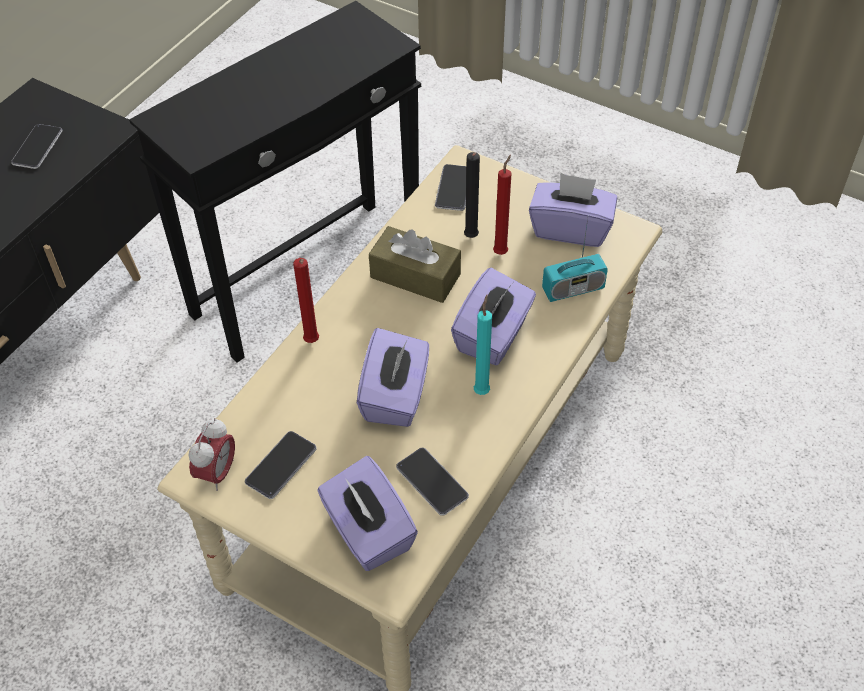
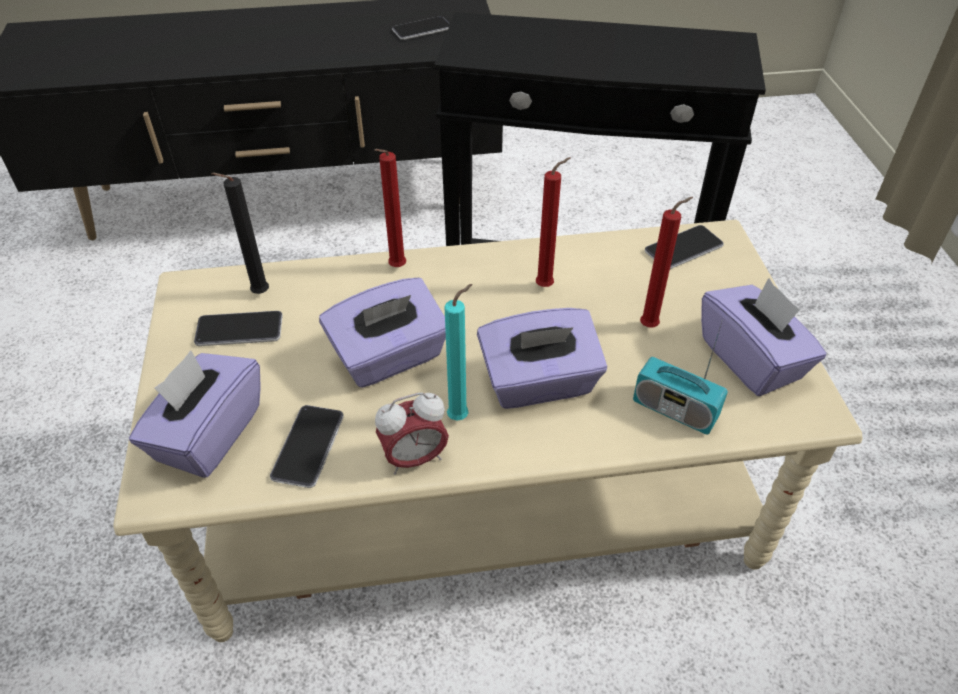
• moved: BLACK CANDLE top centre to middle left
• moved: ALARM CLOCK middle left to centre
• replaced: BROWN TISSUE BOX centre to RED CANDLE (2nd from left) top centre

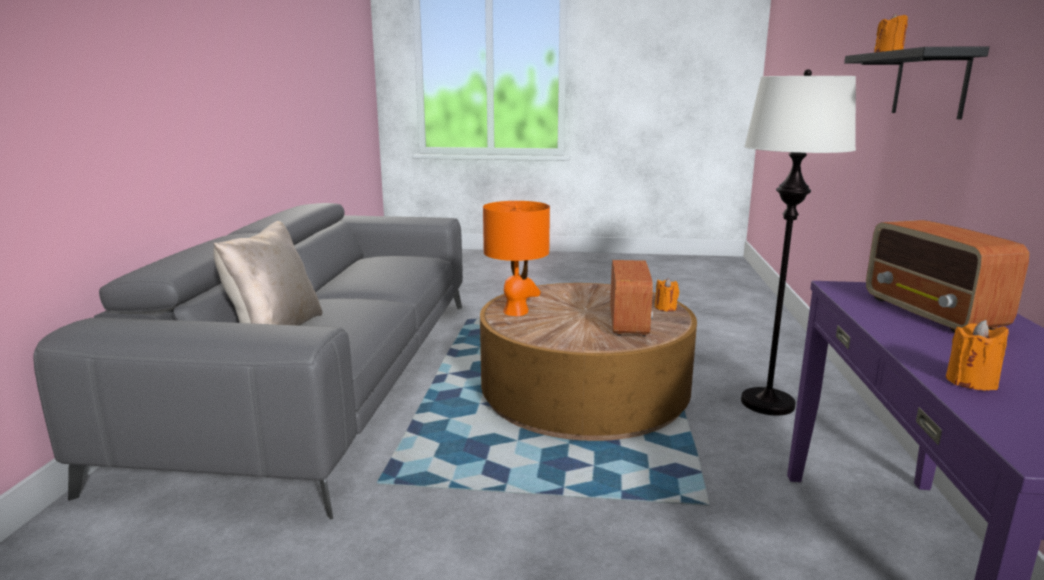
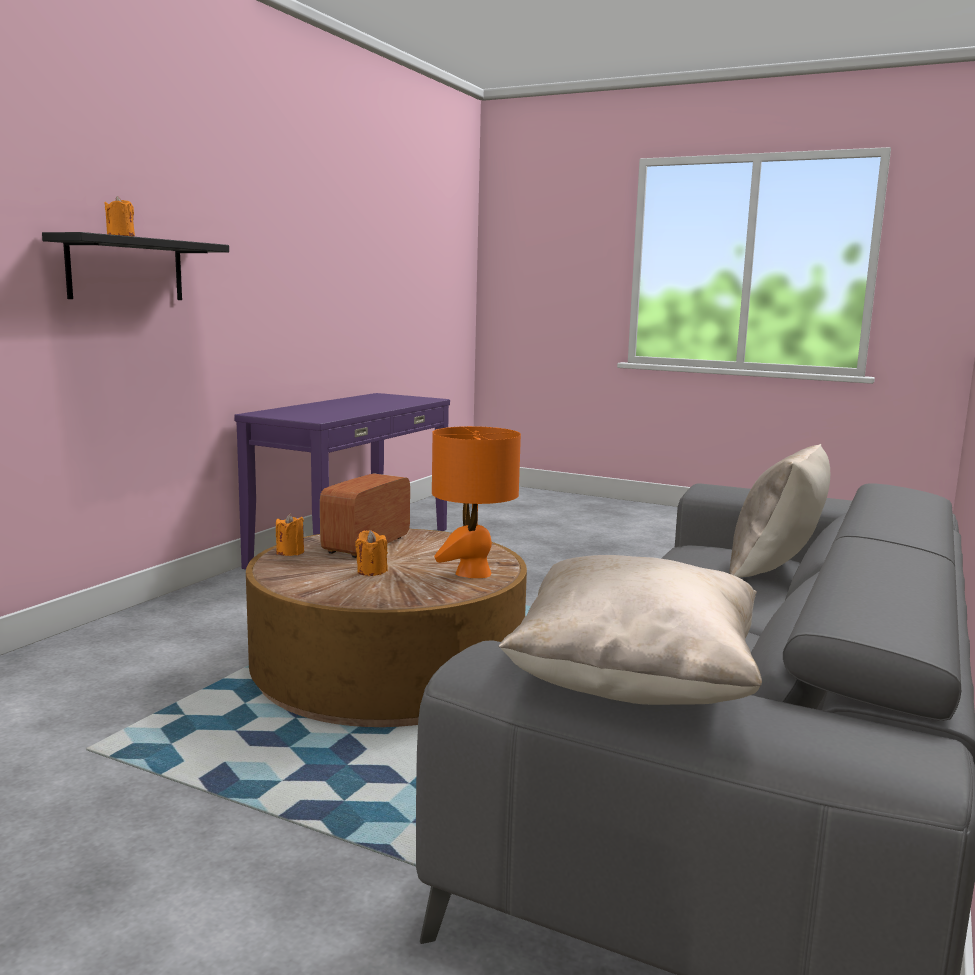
• moved: ORANGE CANDLE (3rd from left) middle right to centre
• added: BEIGE PILLOW (1st from left) centre
• removed: WHITE FLOOR LAMP middle right
• removed: RADIO (2nd from left) middle right

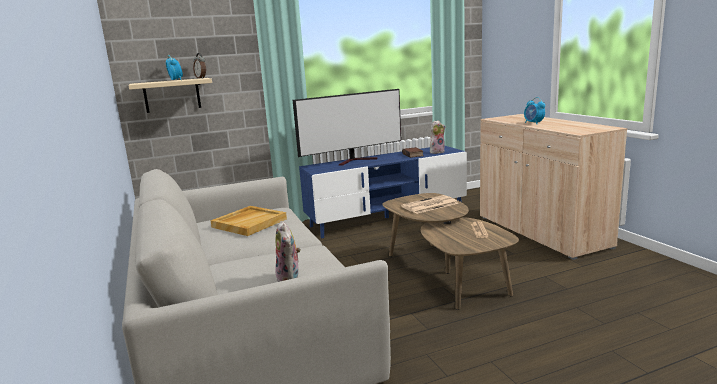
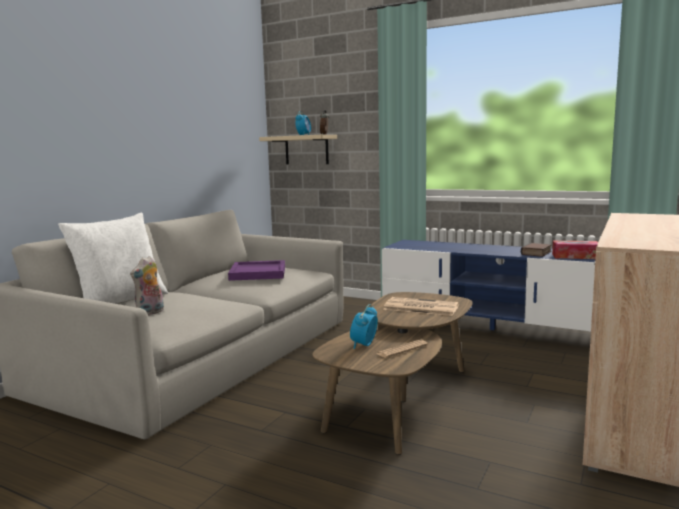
• added: WHITE PILLOW middle left
• recoloured: BEIGE TRAY centre to PURPLE TRAY centre
• moved: ALARM CLOCK (3rd from left) top right to centre
• replaced: PLUSH TOY (2nd from left) centre to TISSUE BOX middle right
• removed: TELEVISION top centre

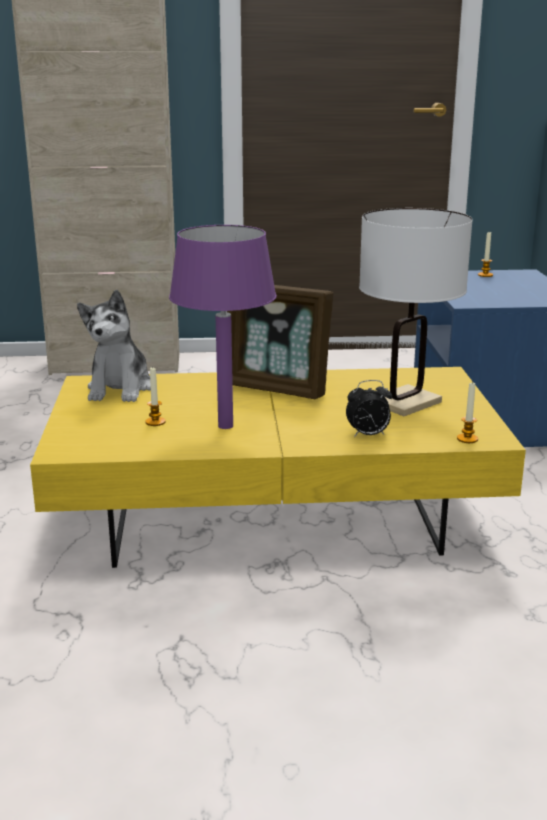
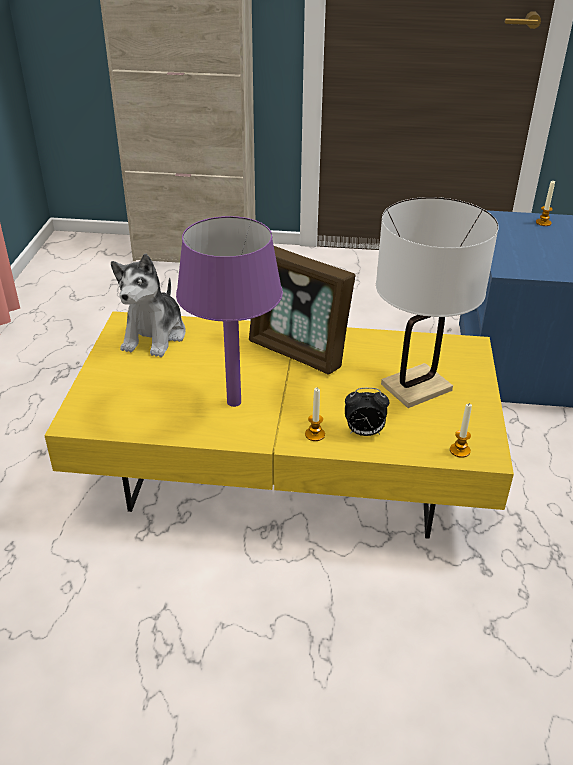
• moved: CANDLE (1st from left) middle left to centre

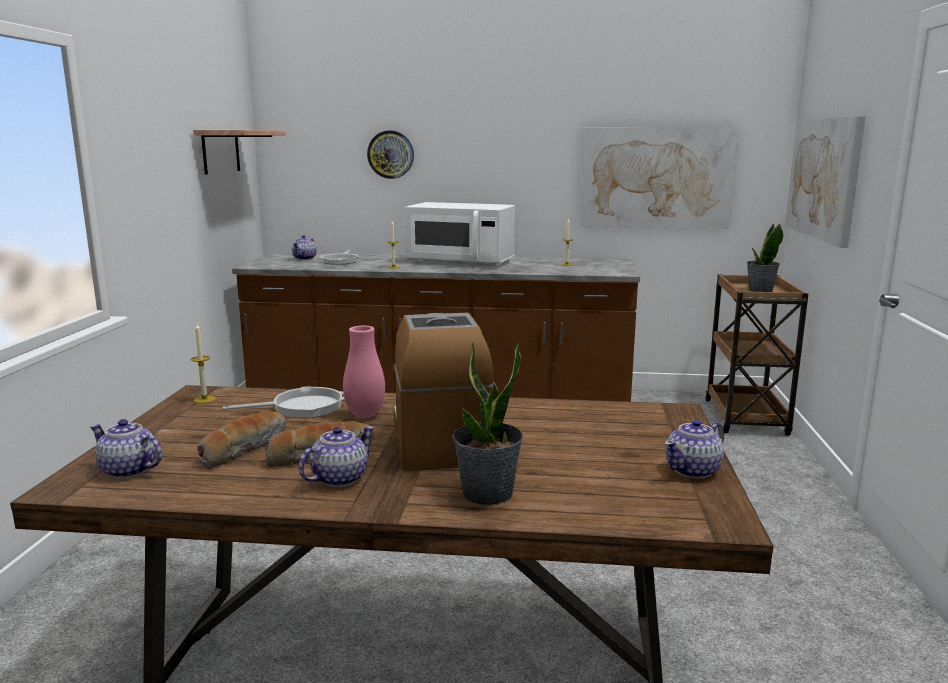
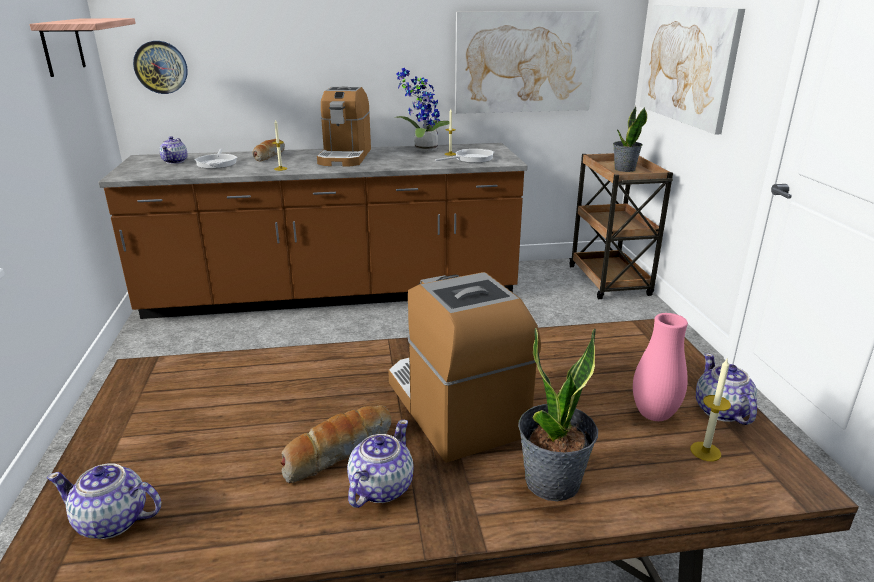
• moved: WALL CLOCK top centre to top left
• moved: BREAD (1st from left) middle left to top left
• replaced: WHITE MICROWAVE centre to COFFEE MACHINE (1st from left) top centre
• added: POTTED PLANT (1st from left) top centre
• moved: FRYING PAN (1st from left in the first image) middle left to FRYING PAN (2nd from left) top centre
• moved: PINK VASE centre to middle right
• moved: CANDLE (1st from left in the first image) middle left to CANDLE (3rd from left) bottom right
• turned: TEAPOT (4th from left) middle right = bottom right 135 degrees clockwise

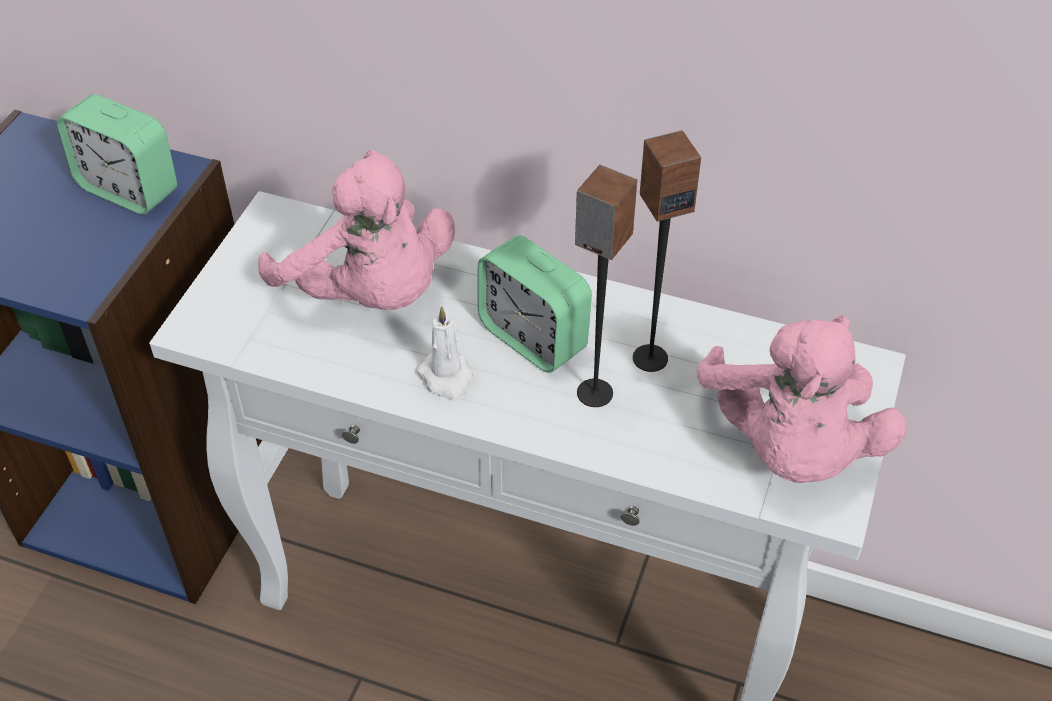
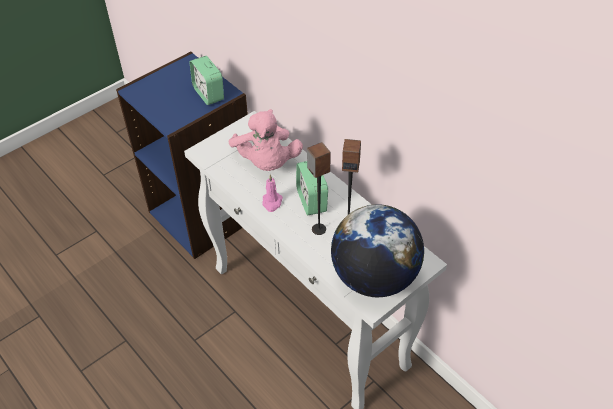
• recoloured: WHITE CANDLE centre to PINK CANDLE centre
• replaced: PINK PLUSH TOY (2nd from left) middle right to GLOBE centre

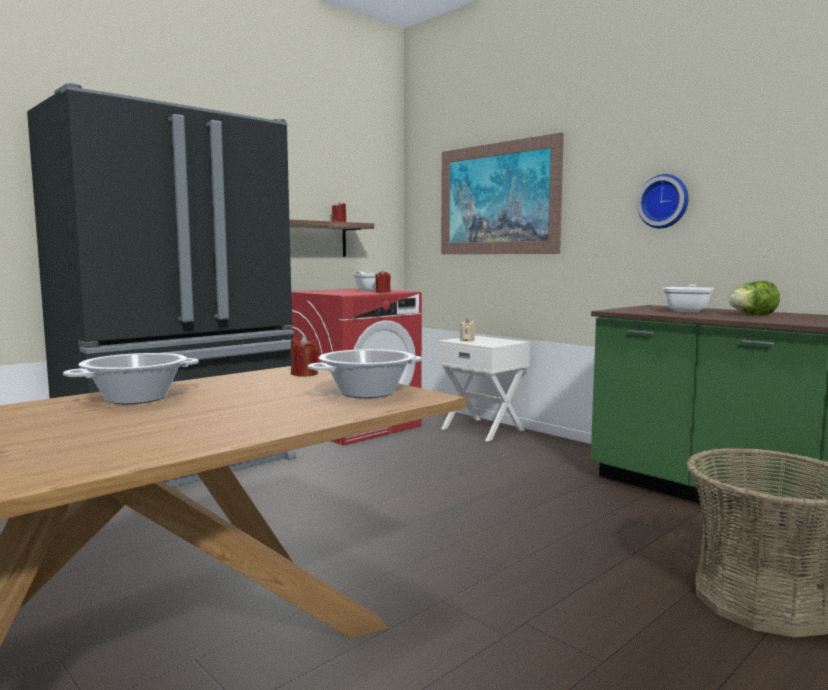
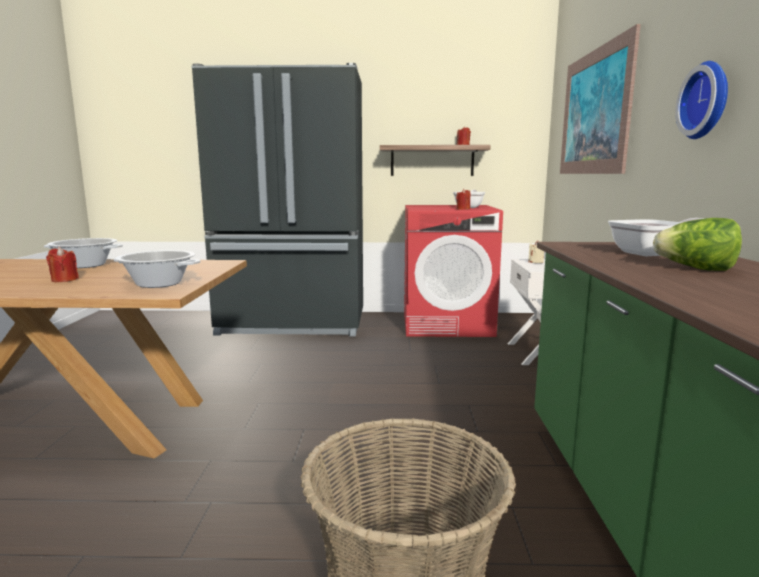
• moved: RED CANDLE (1st from left) centre to middle left

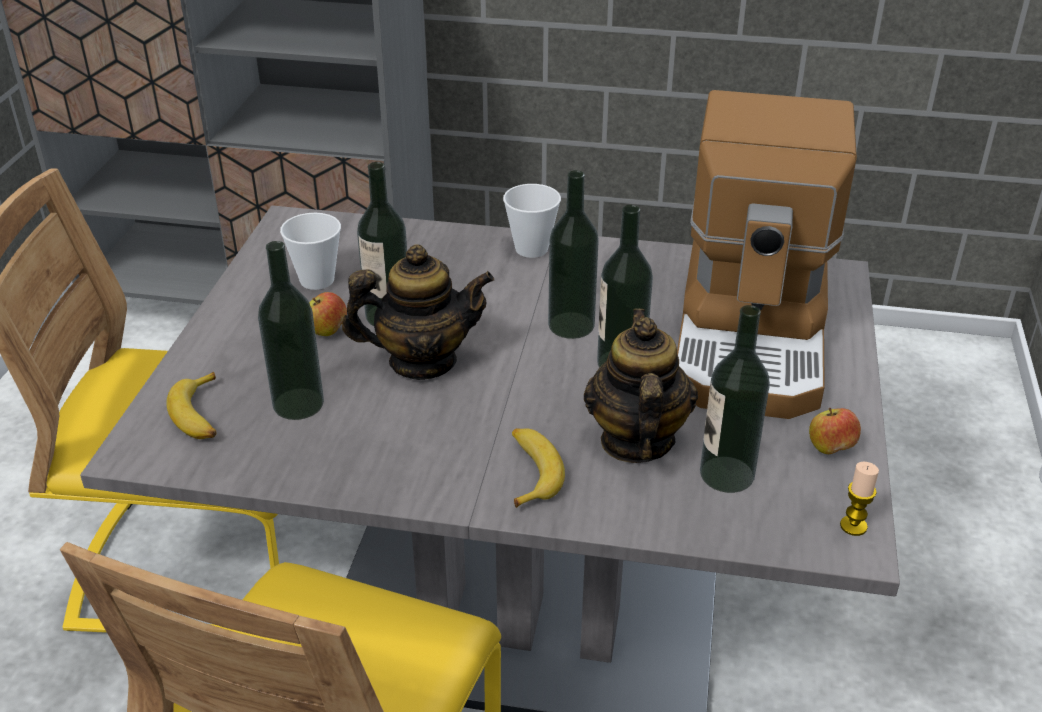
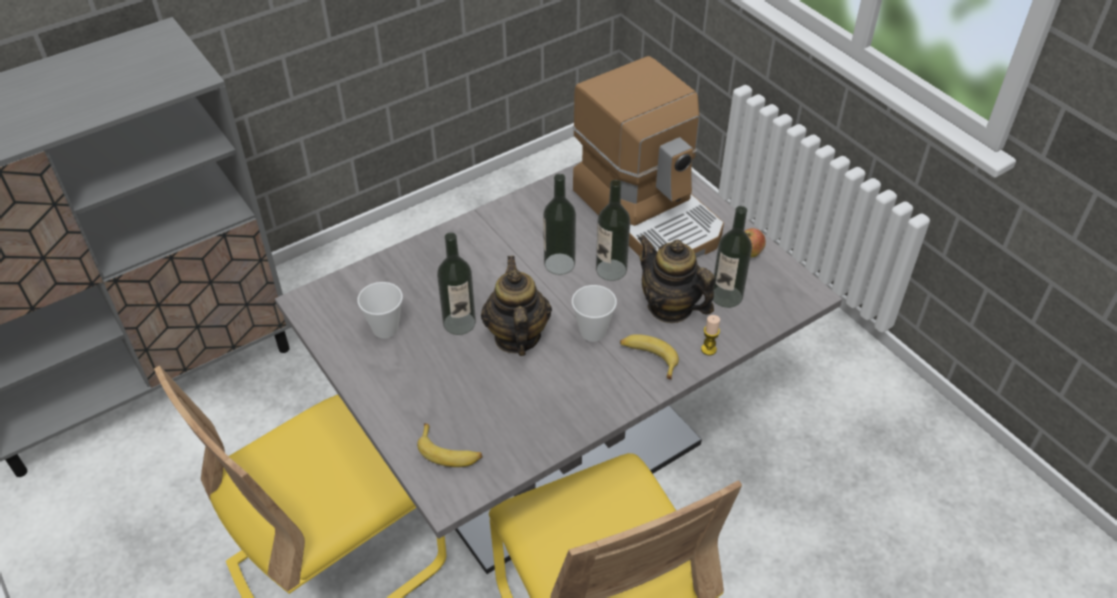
• turned: TEAPOT (1st from left) centre = centre 45 degrees counterclockwise
• moved: CUP (2nd from left) top centre to centre
• moved: CANDLE bottom right to centre
• removed: BOTTLE (1st from left) middle left
• removed: APPLE (1st from left) middle left

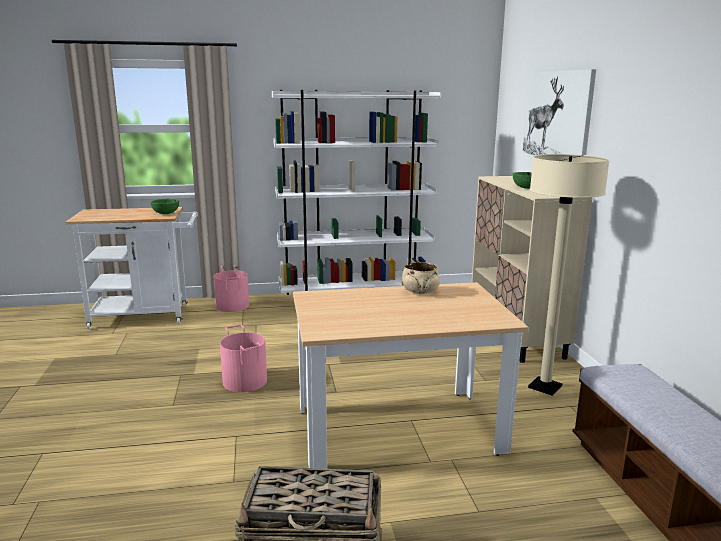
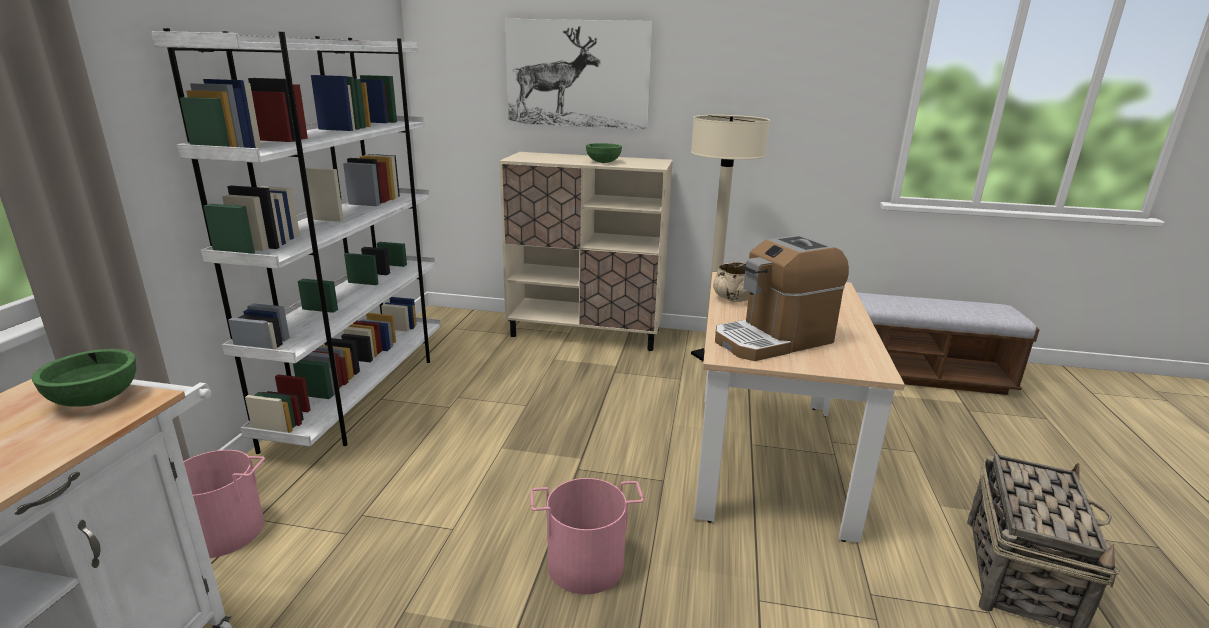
• added: COFFEE MACHINE centre

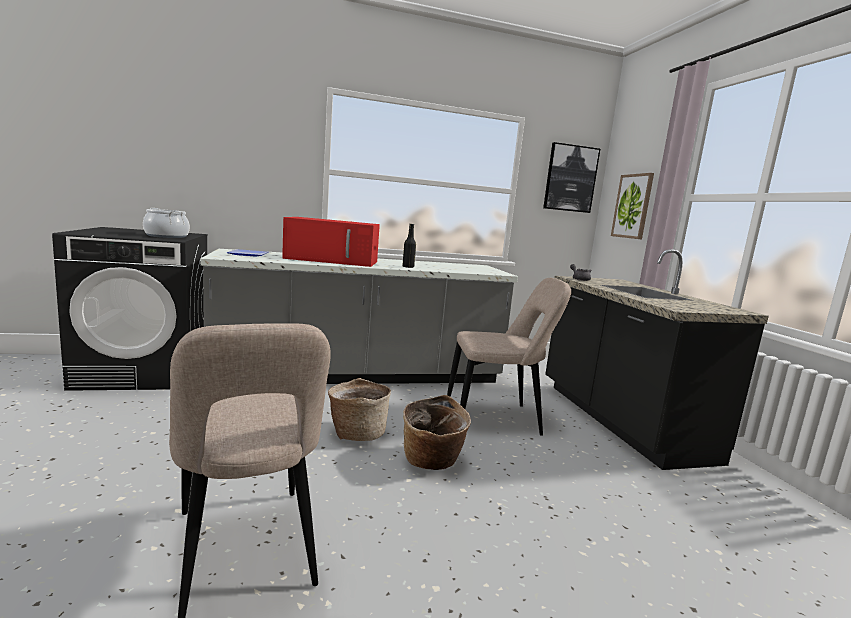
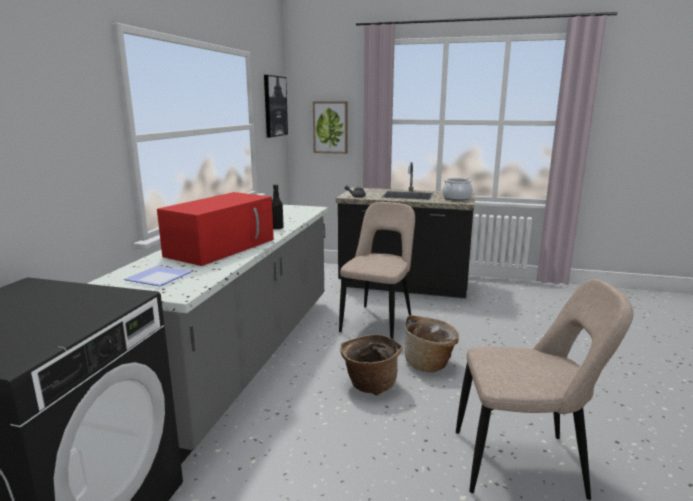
• moved: COOKING POT middle left to centre

